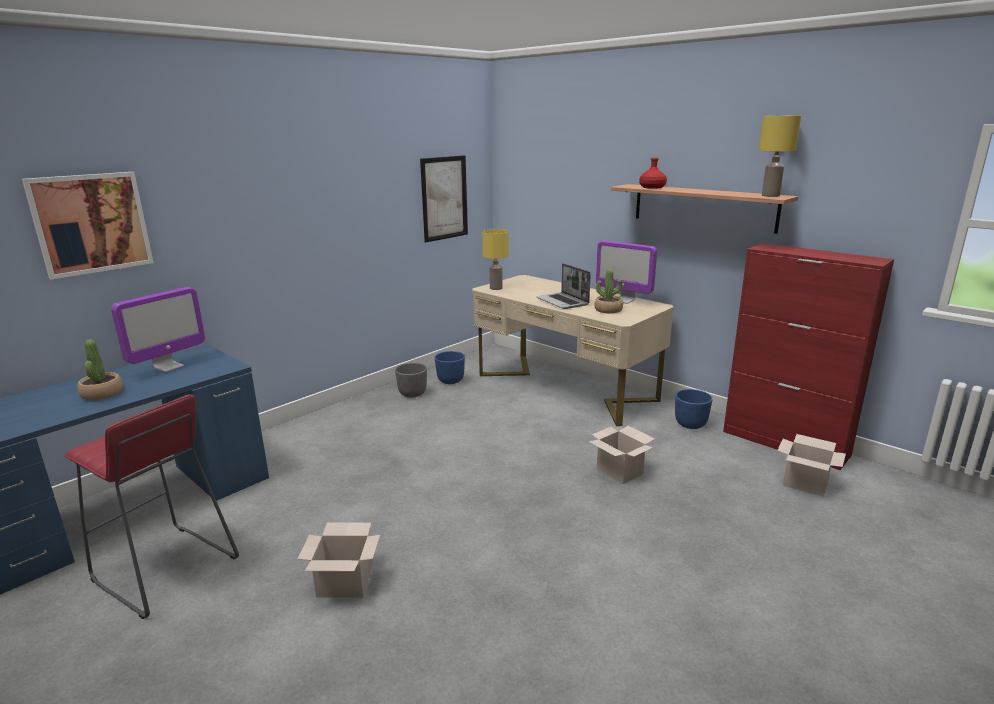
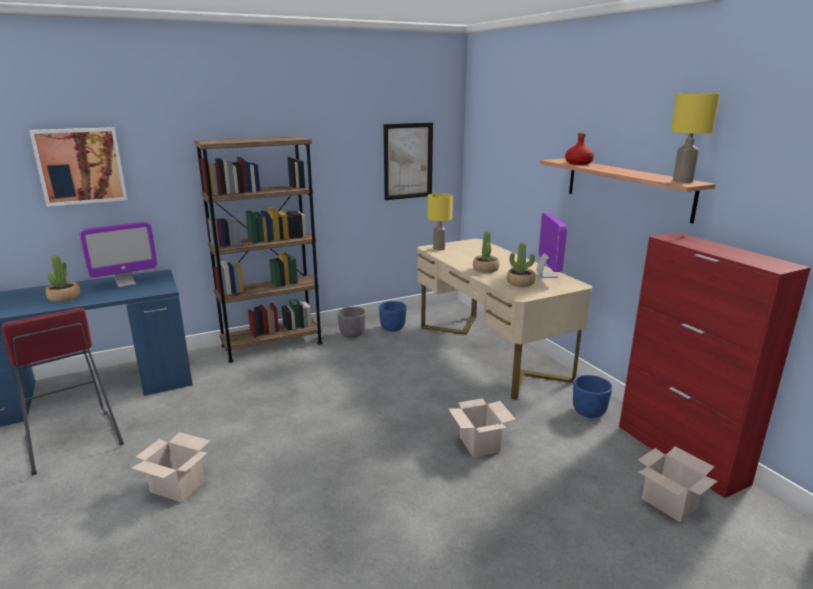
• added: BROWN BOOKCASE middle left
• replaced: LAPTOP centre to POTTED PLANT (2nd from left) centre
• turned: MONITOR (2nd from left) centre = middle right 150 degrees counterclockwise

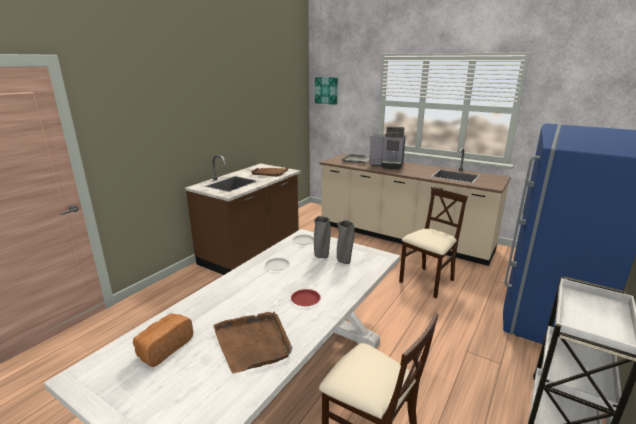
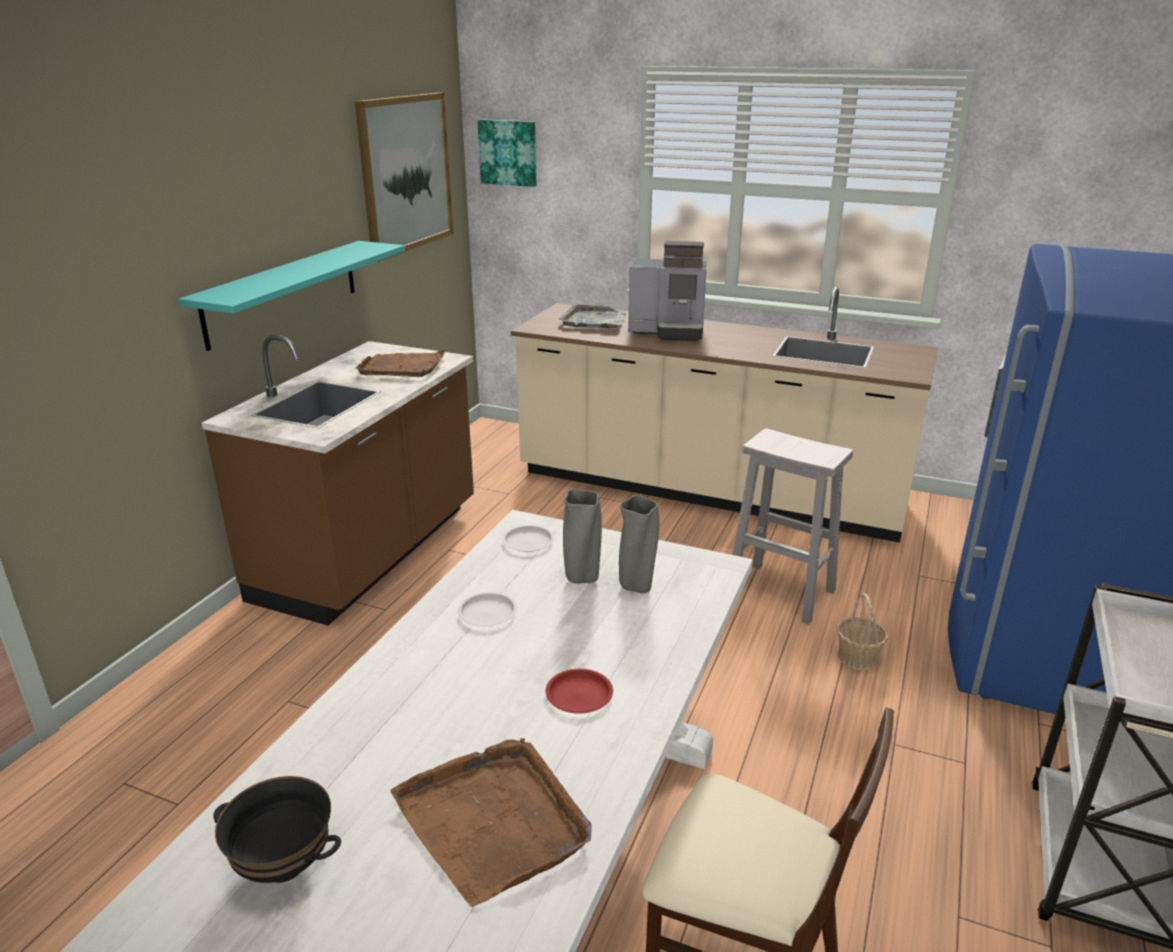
• added: TURQUOISE SHELF top left
• replaced: BREAD bottom left to BLACK BOWL bottom left
• added: PICTURE (1st from left) top centre
• replaced: BEIGE CHAIR (2nd from left) middle right to WHITE STOOL middle right
• added: BASKET middle right

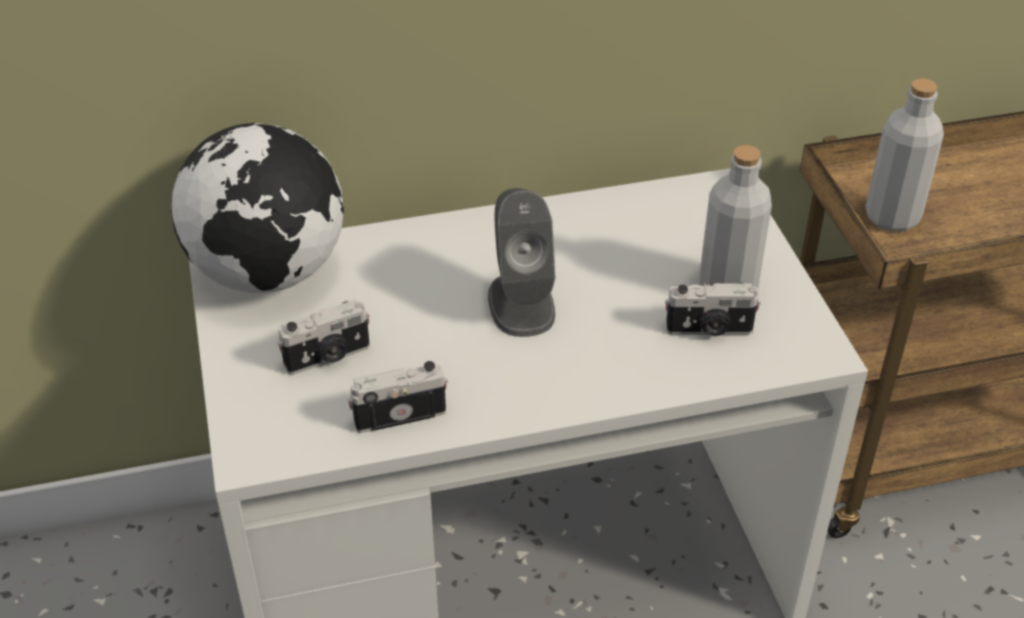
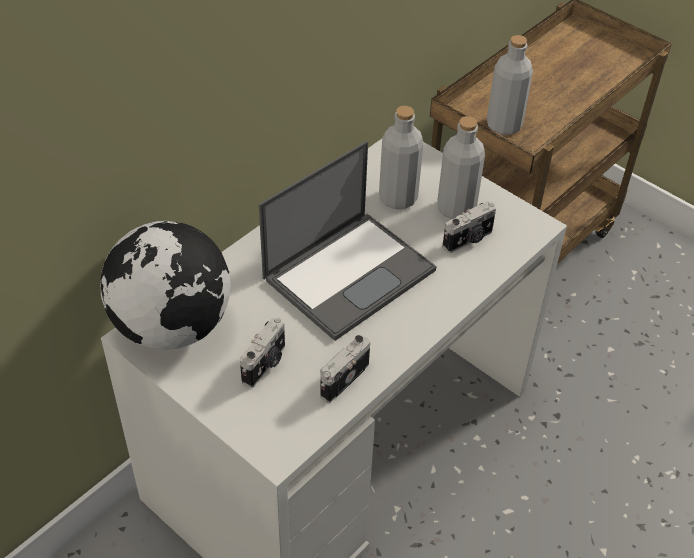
• replaced: GREY SPEAKER centre to LAPTOP centre
• added: GREY BOTTLE (1st from left) top centre

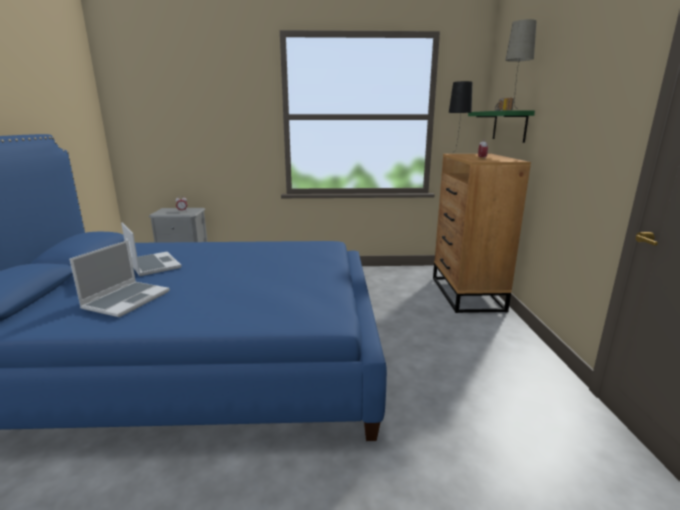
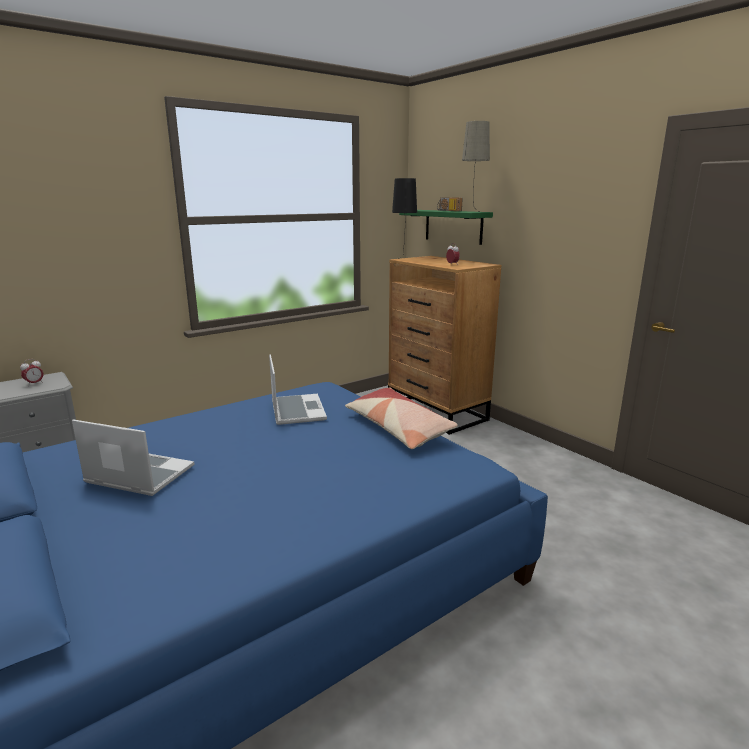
• moved: LAPTOP (1st from left in the first image) middle left to LAPTOP (2nd from left) centre
• added: PILLOW centre

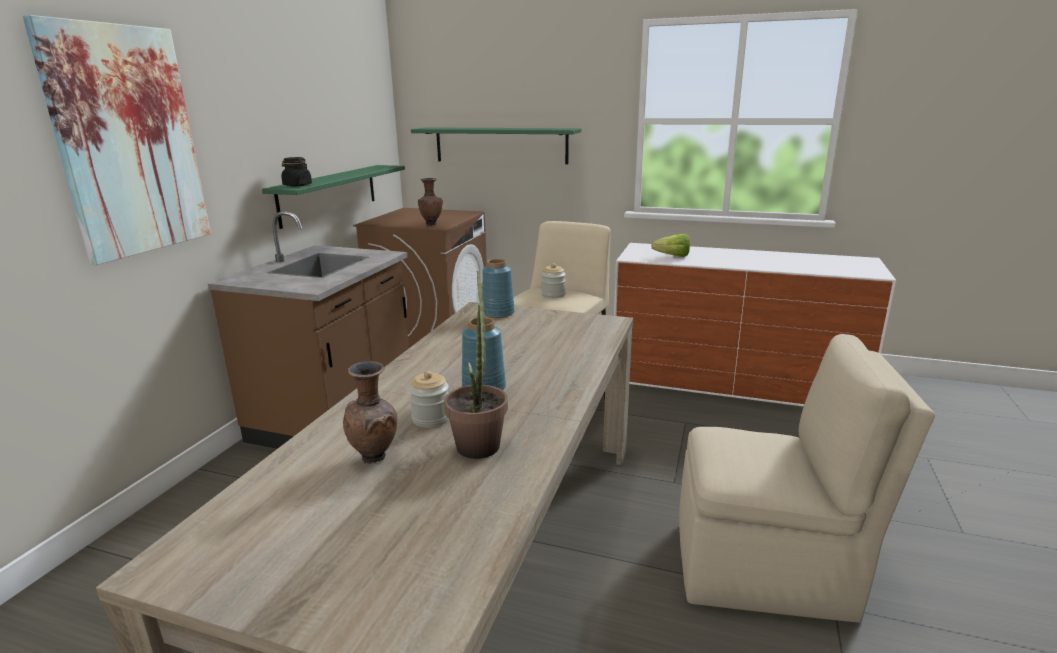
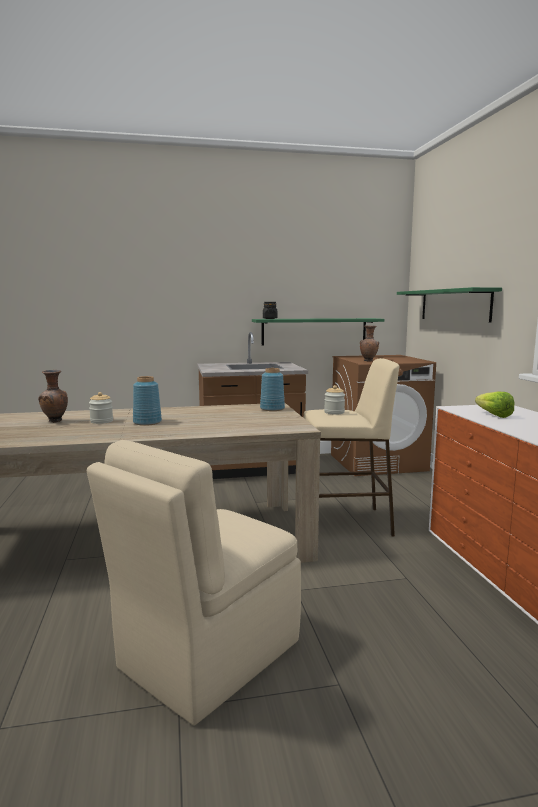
• turned: BEIGE CHAIR bottom right = bottom centre 60 degrees clockwise
• removed: PICTURE top left
• removed: POTTED PLANT centre

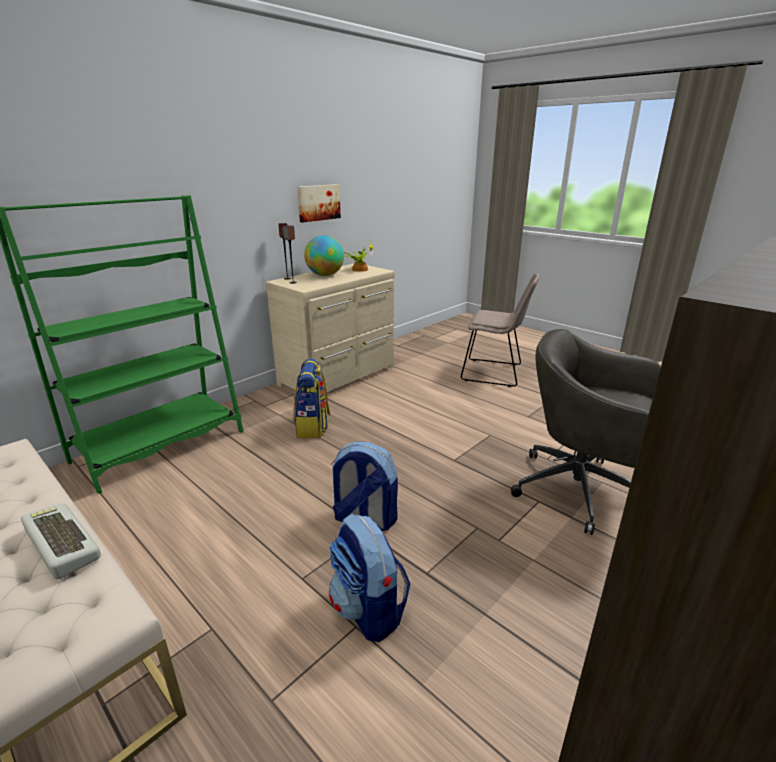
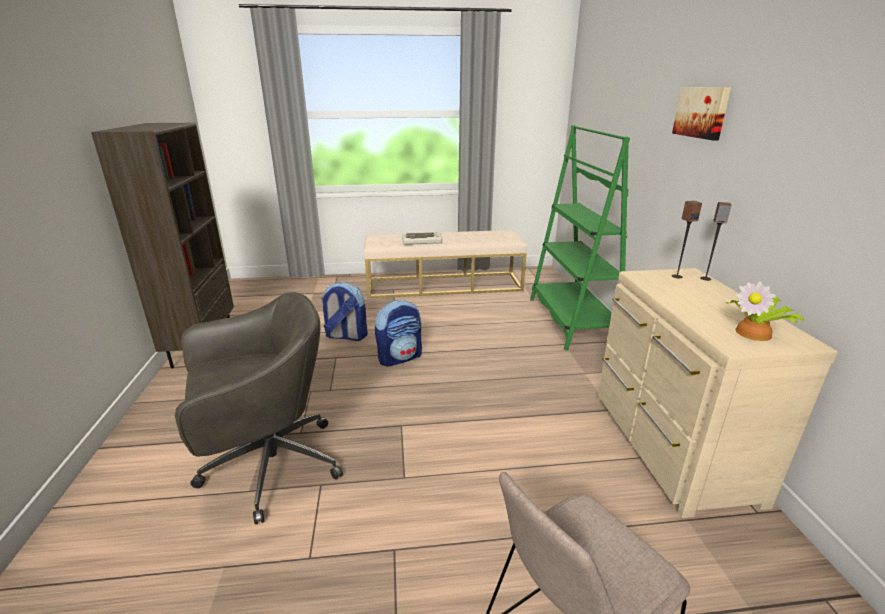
• moved: PICTURE top centre to top right
• removed: BACKPACK (1st from left) centre
• removed: GLOBE centre

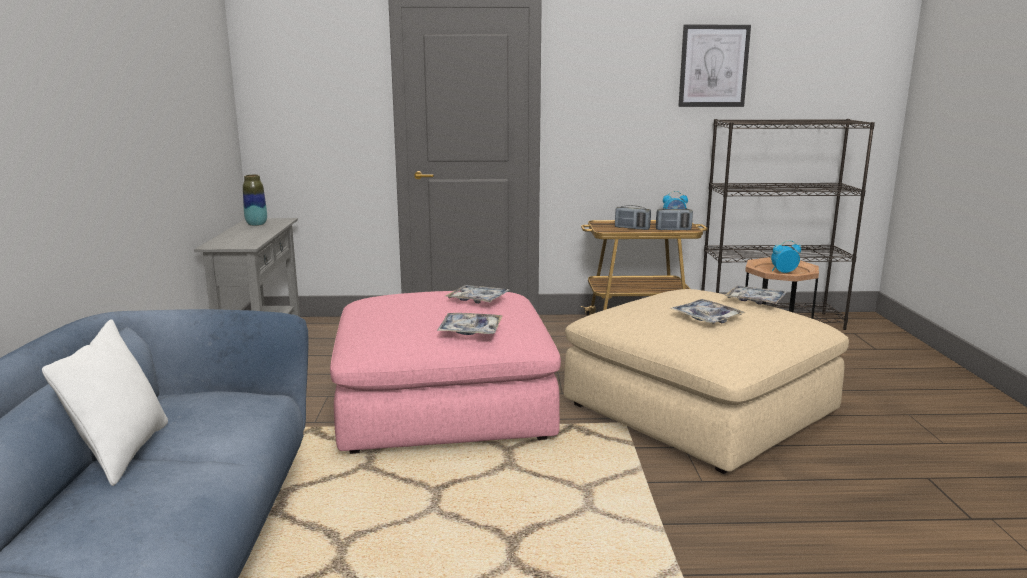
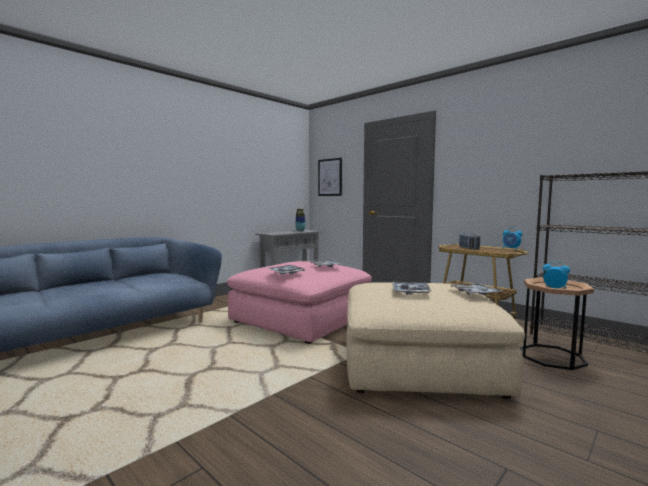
• moved: PICTURE top right to centre
• removed: WHITE PILLOW bottom left
• removed: RADIO (2nd from left) centre

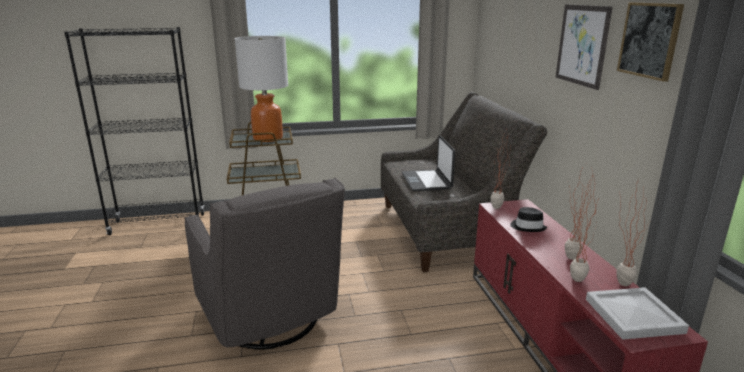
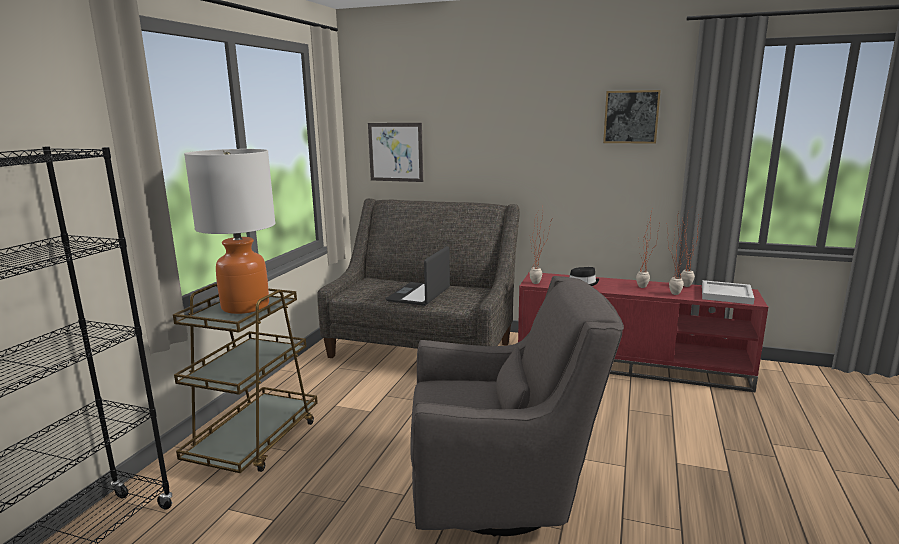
• moved: PICTURE (1st from left) top right to top centre
• turned: LAPTOP centre = centre 90 degrees clockwise

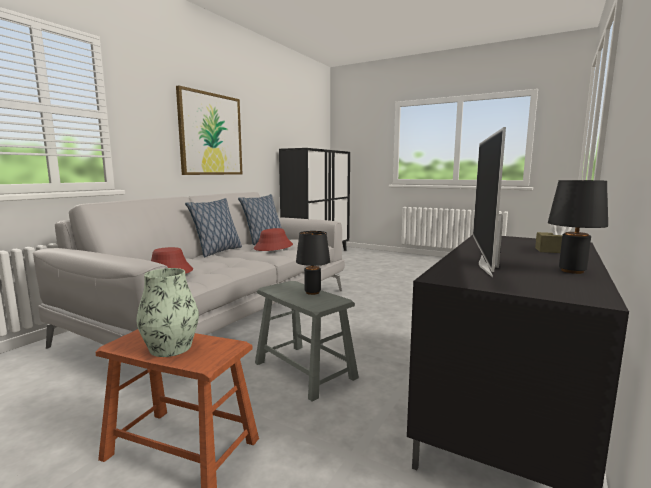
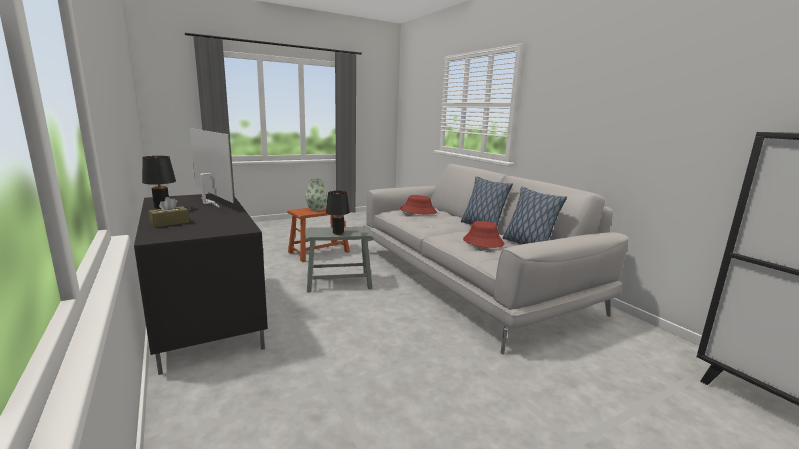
• removed: PICTURE top left

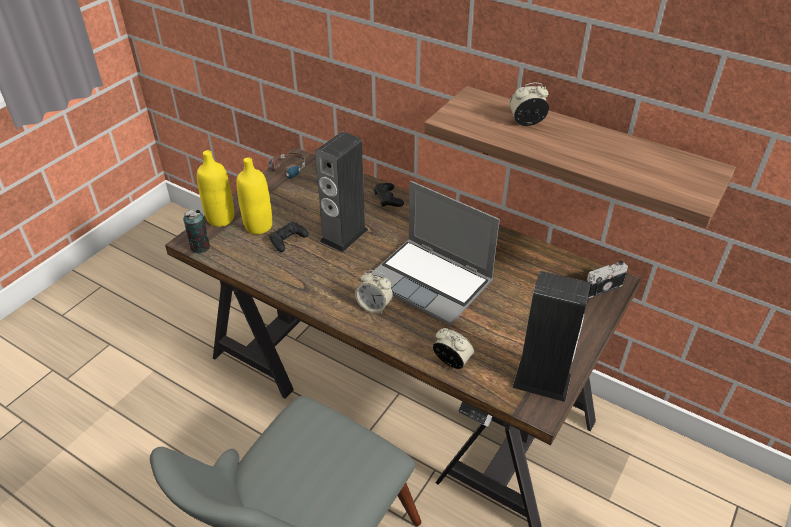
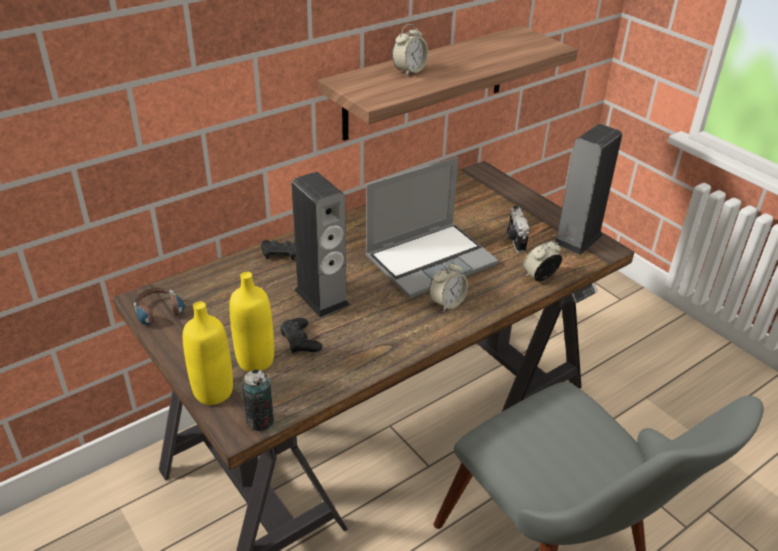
• turned: ALARM CLOCK (3rd from left in the first image) top right = top centre 150 degrees counterclockwise
• moved: PHOTO CAMERA middle right to centre

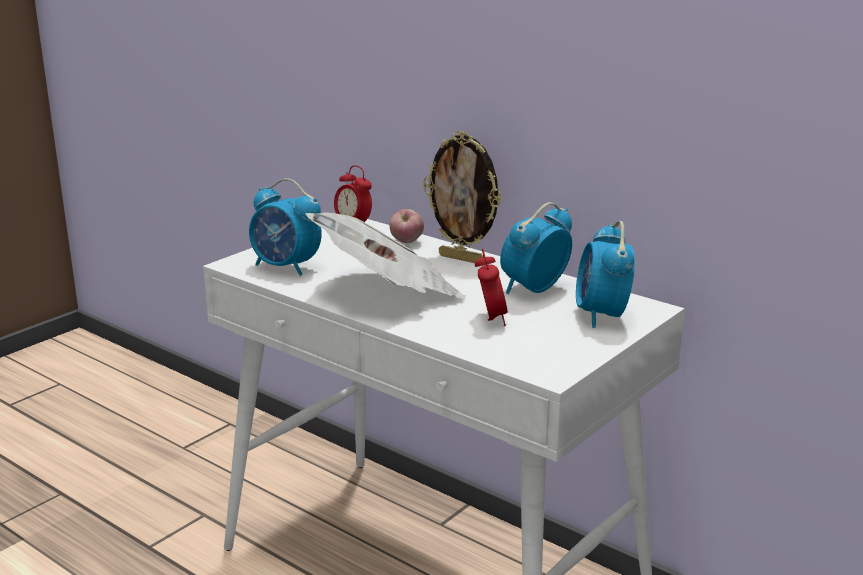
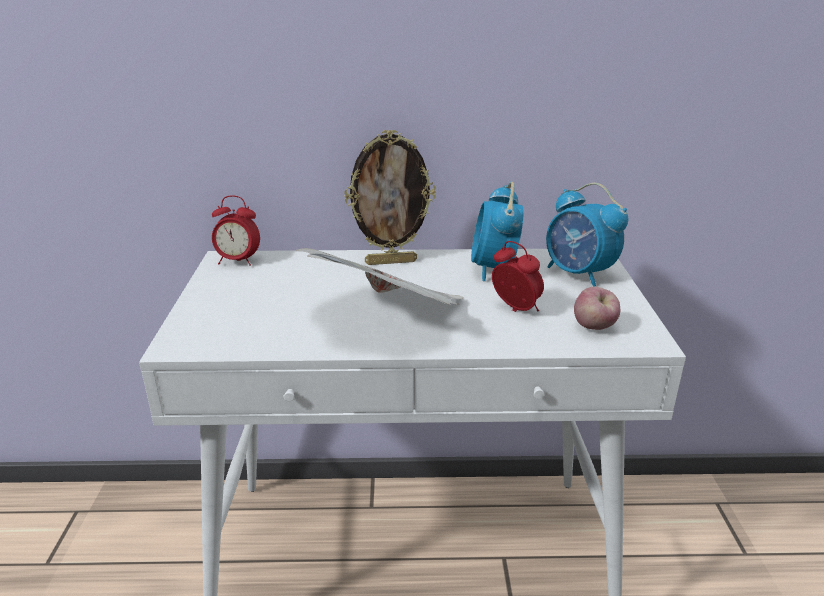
• moved: APPLE centre to middle right
• removed: ALARM CLOCK (1st from left) middle left

